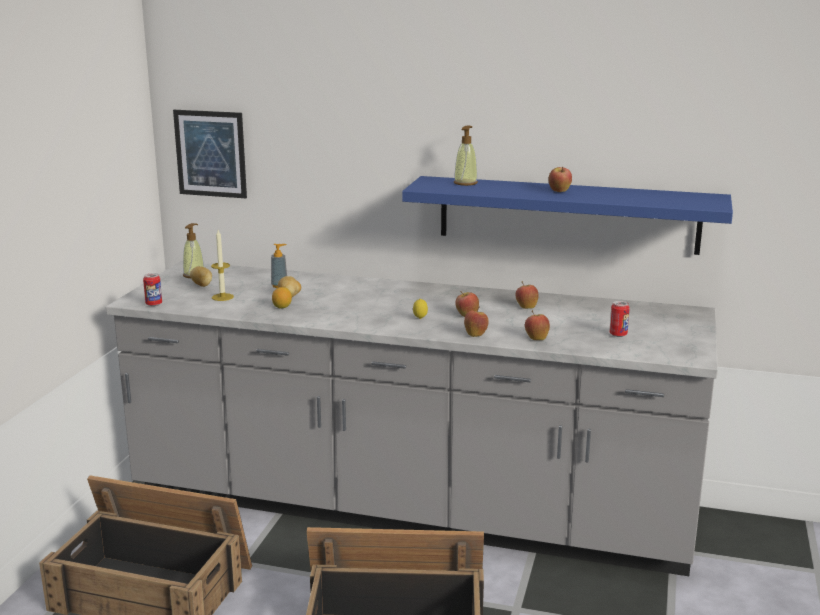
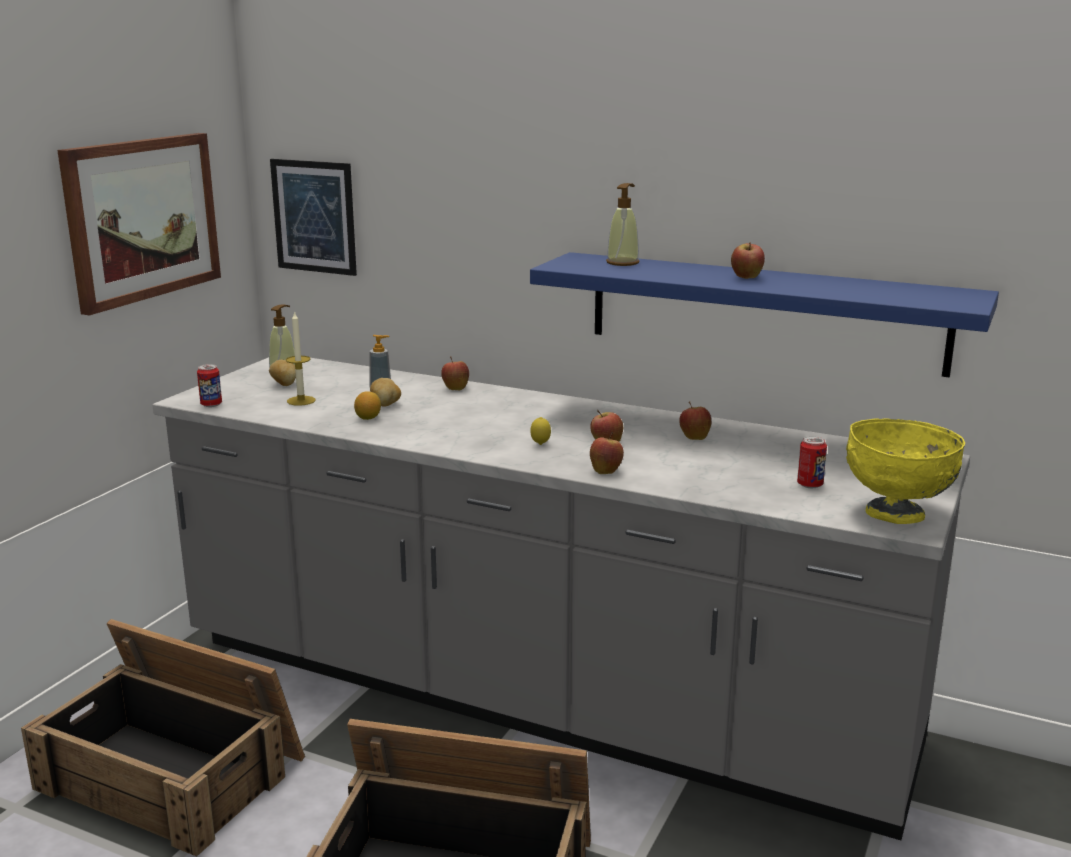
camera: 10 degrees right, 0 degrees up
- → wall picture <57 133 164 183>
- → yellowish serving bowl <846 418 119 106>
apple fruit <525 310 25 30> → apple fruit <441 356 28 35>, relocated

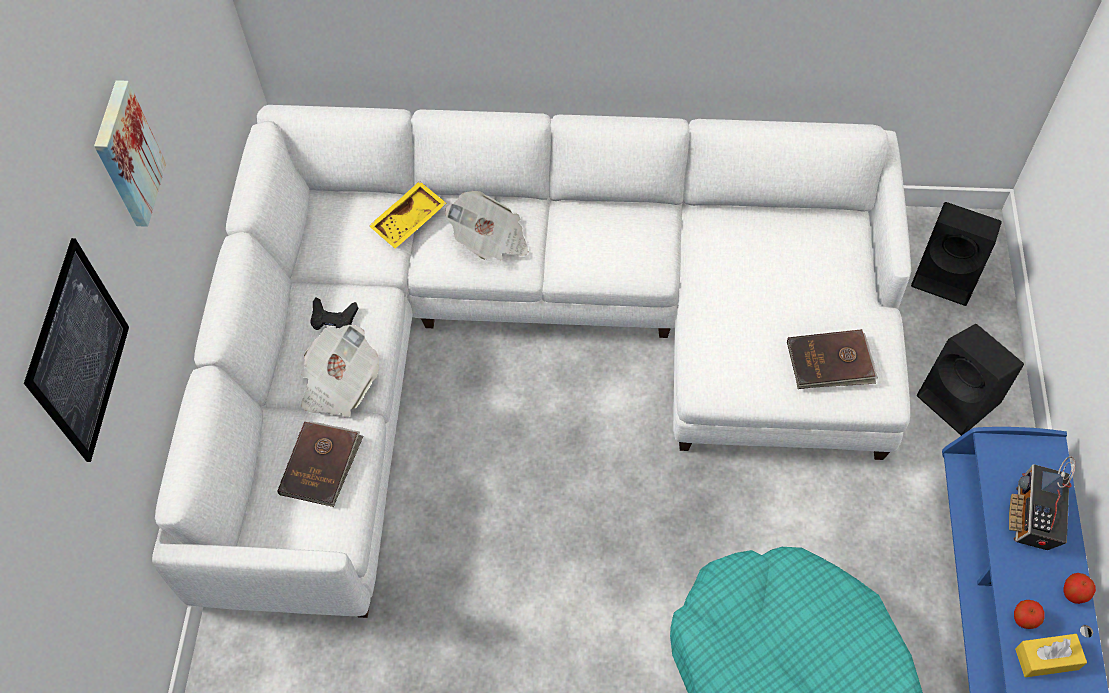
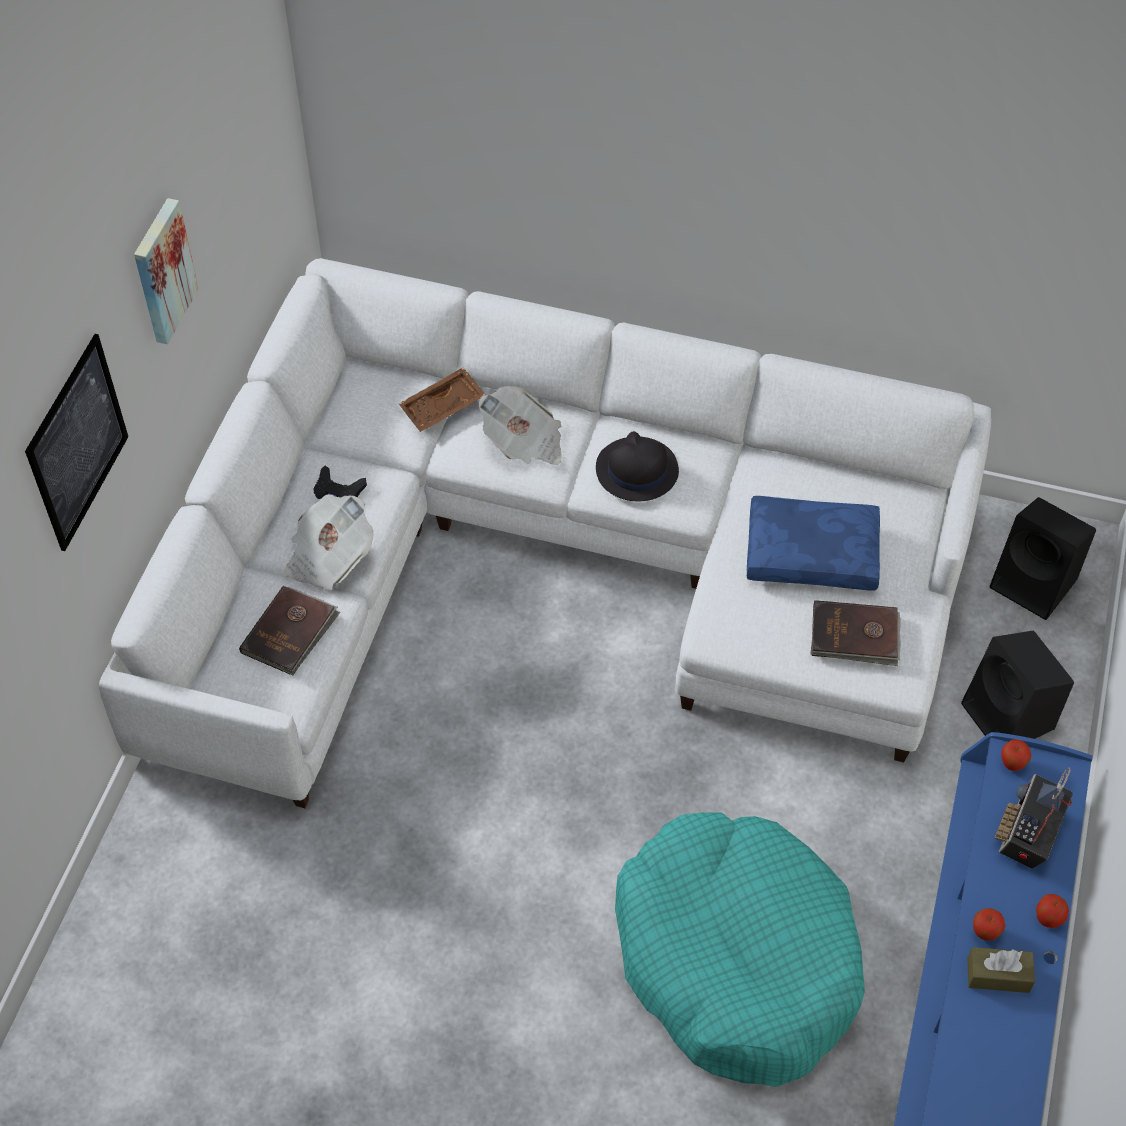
camera: 10 degrees right, 5 degrees down
- → black-coloured wearable hat <596 431 83 70>
- → blue-coloured cushion <746 496 134 94>
- → apple fruit <1001 740 30 31>
yellowish serving tray <369 181 77 67> → brown serving tray <399 367 86 65>
yellowish box of tissues <1015 634 72 43> → brown box of tissues <967 947 68 46>

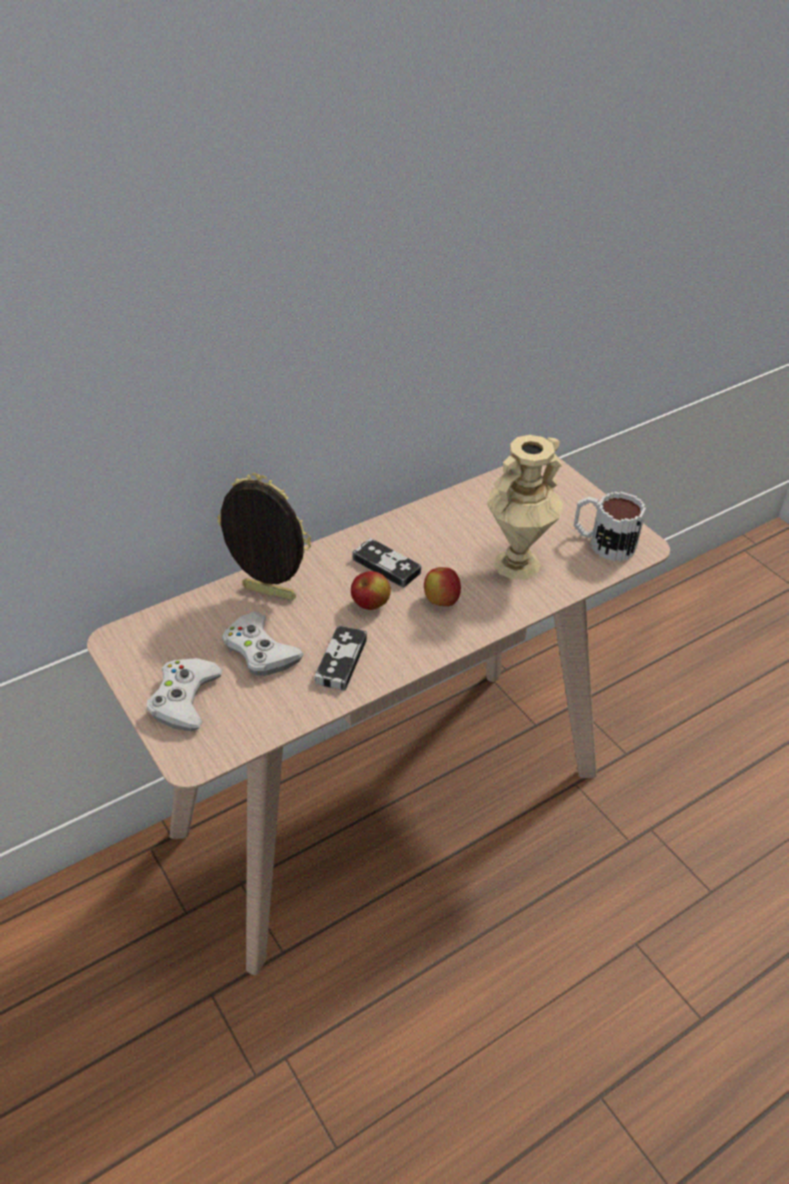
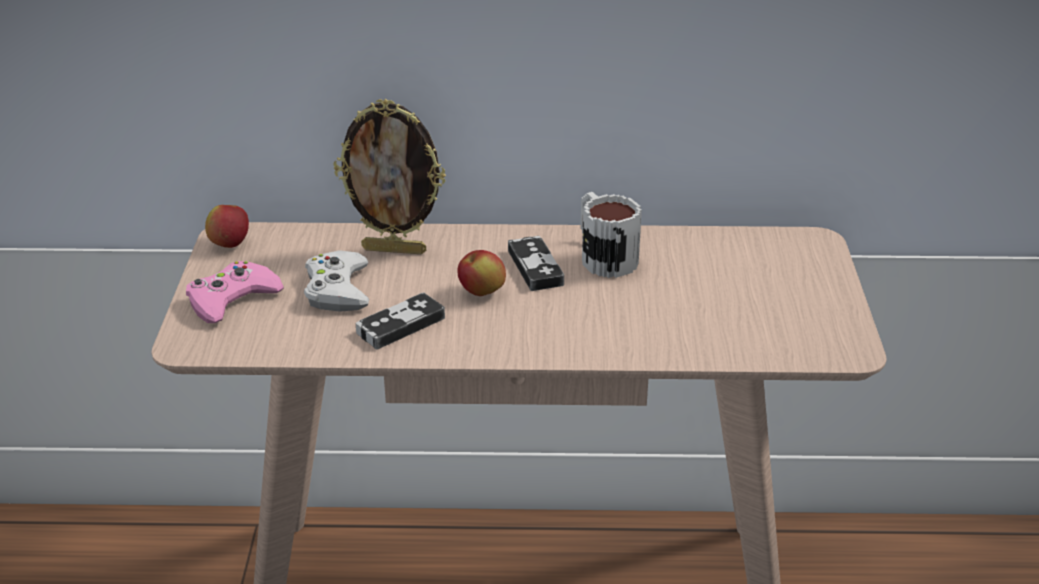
camera: 35 degrees right, 10 degrees down
sand-coloured flower vase <486 435 78 144> → -
apple fruit <424 567 37 39> → apple fruit <205 205 44 43>, relocated
mug <573 492 73 69> → mug <580 192 62 86>, relocated
white-coloured game controller <147 658 75 73> → pink game controller <186 261 98 62>
picture frame <217 473 94 127> → picture frame <333 99 113 155>, 135 degrees clockwise

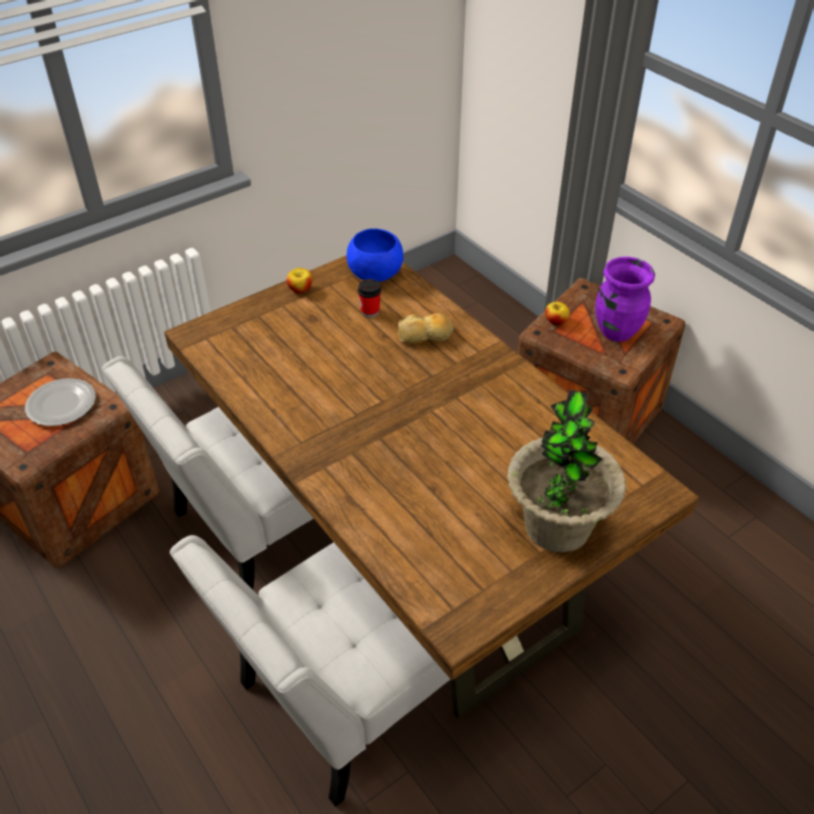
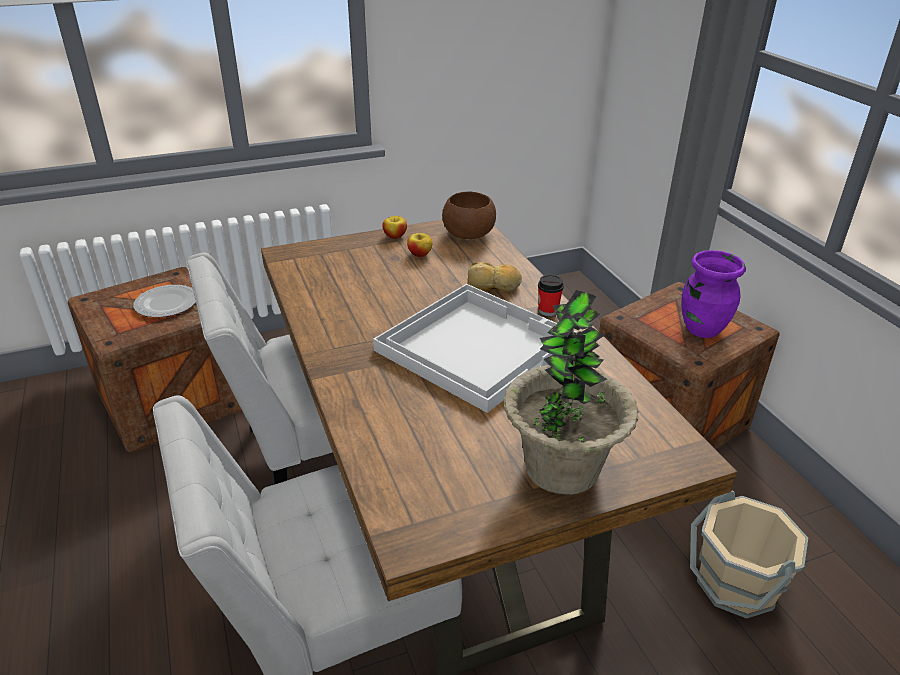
camera: 15 degrees right, 10 degrees down
- → white-coloured serving tray <373 284 204 129>
- → sand-coloured water bucket <690 490 118 129>
cup <357 279 24 39> → cup <538 275 26 41>, relocated
apple fruit <545 302 25 23> → apple fruit <407 233 25 24>, relocated
blue-coloured serving bowl <347 229 56 53> → brown serving bowl <442 192 54 47>

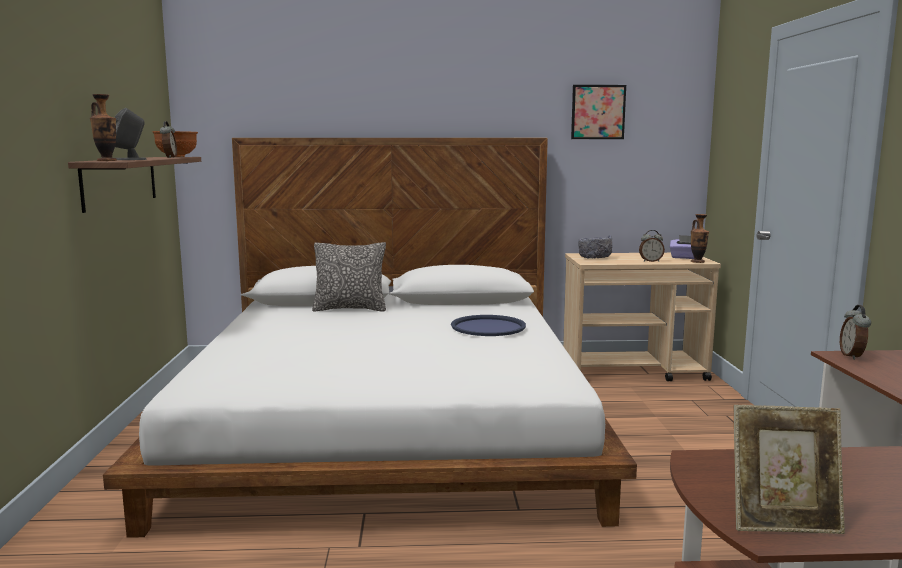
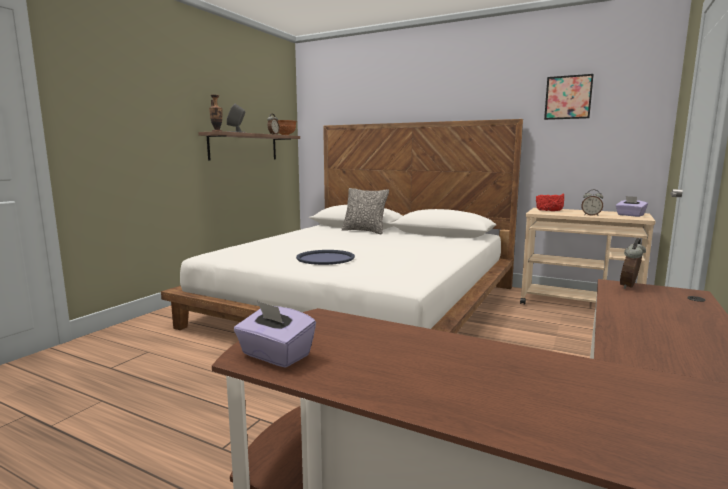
camera: 30 degrees right, 0 degrees up
flower vase <691 214 18 49> → -
blue-coloured serving tray <451 315 75 21> → blue-coloured serving tray <296 250 59 15>, relocated
picture frame <734 405 111 129> → purplish box of tissues <234 301 82 67>
greyish serving bowl <578 235 34 24> → red-coloured serving bowl <536 194 28 17>

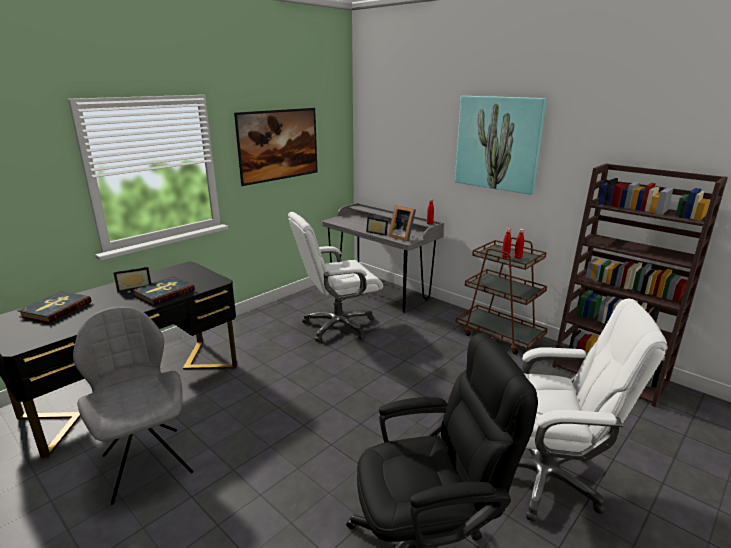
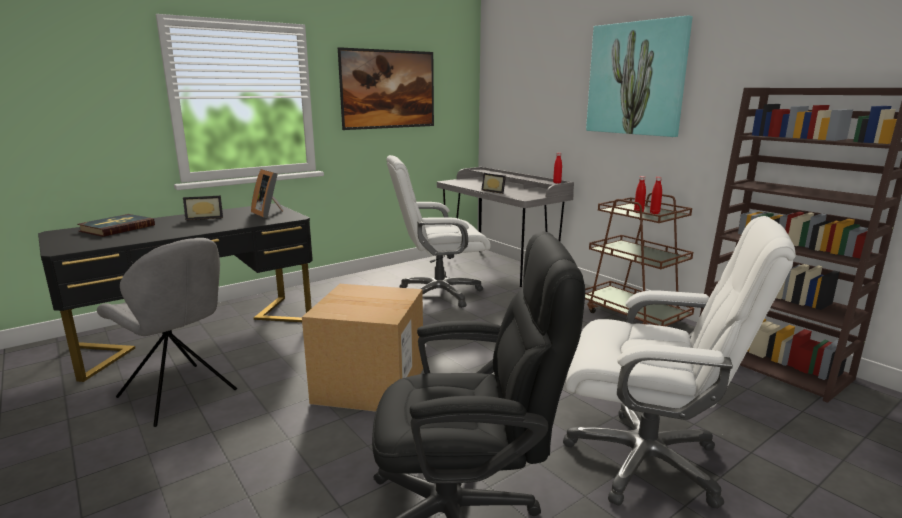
camera: 10 degrees right, 5 degrees down
book <132 276 63 30> → -
- → packing box <302 284 121 128>
picture frame <389 205 27 37> → picture frame <251 169 33 49>, relocated
greyish upright chair <73 307 120 198> → greyish upright chair <97 238 140 189>, 150 degrees clockwise

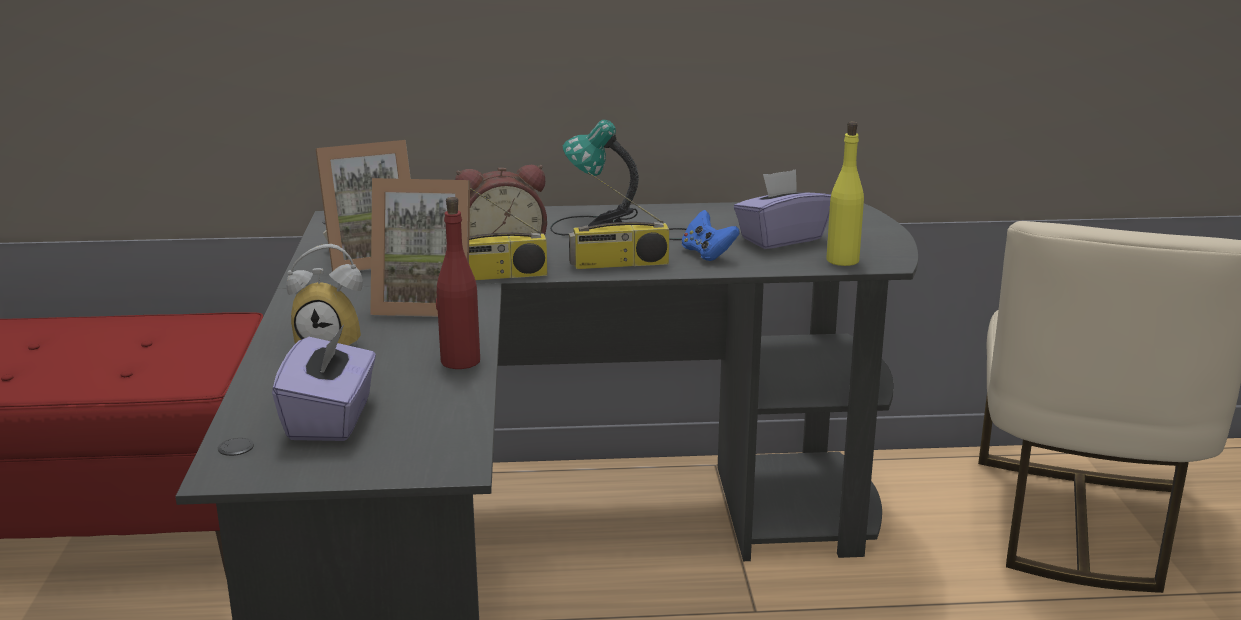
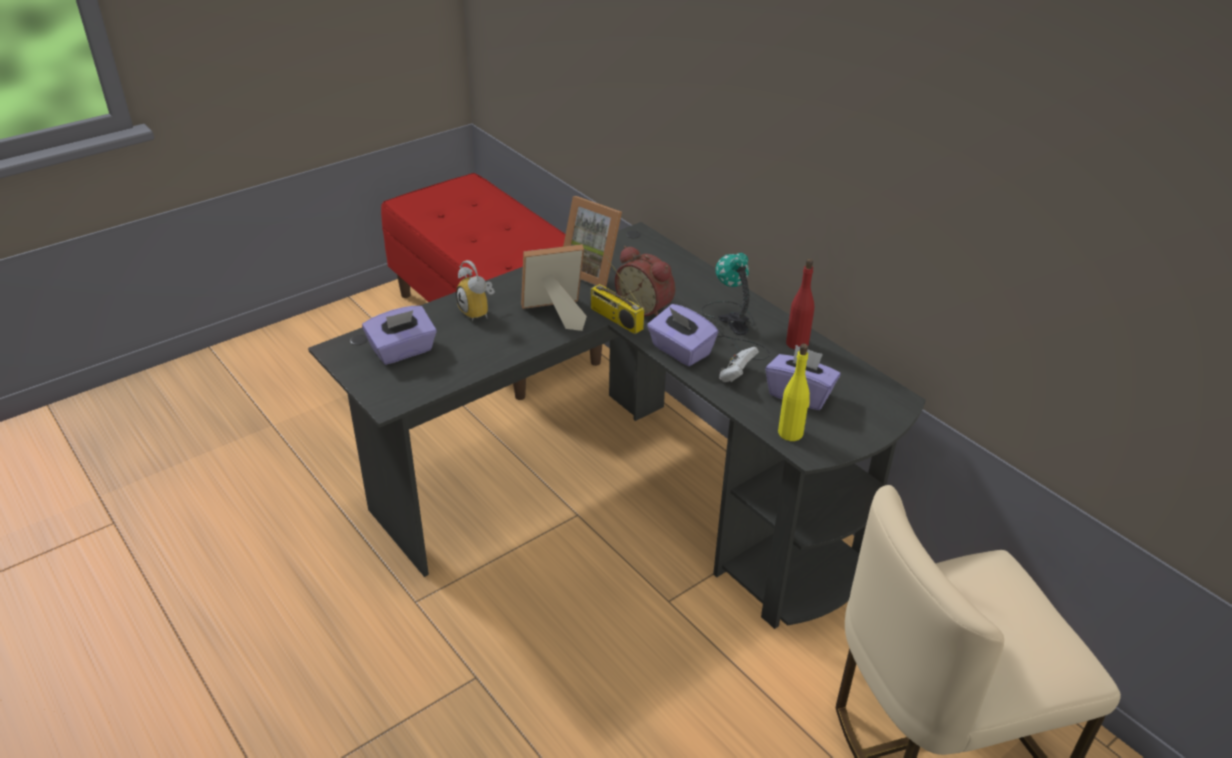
camera: 55 degrees right, 15 degrees up
red-coloured bottle <436 197 44 172> → red-coloured bottle <786 259 28 91>, relocated
radio receiver <569 172 100 97> → purplish box of tissues <647 304 71 62>
blue-coloured game controller <682 210 58 51> → white-coloured game controller <719 347 40 35>
picture frame <370 178 100 139> → picture frame <521 244 66 87>, 105 degrees clockwise

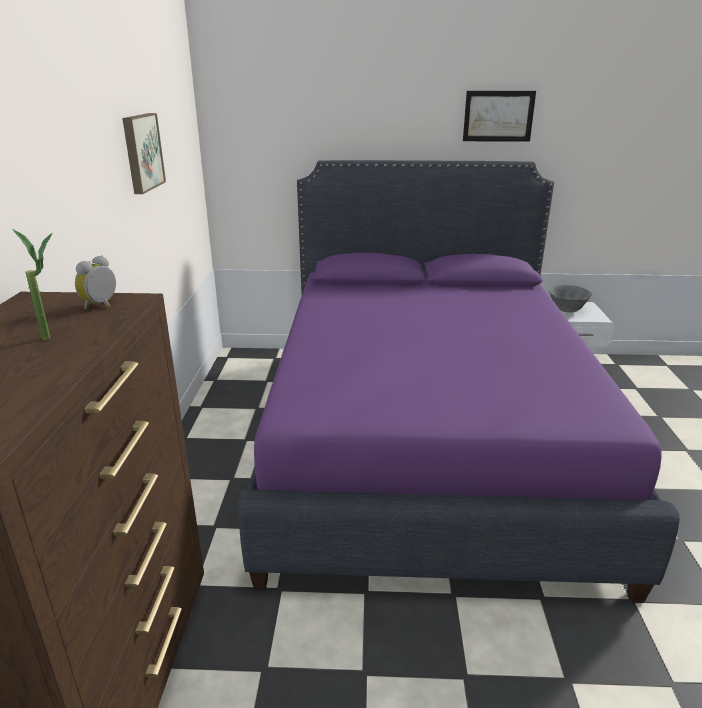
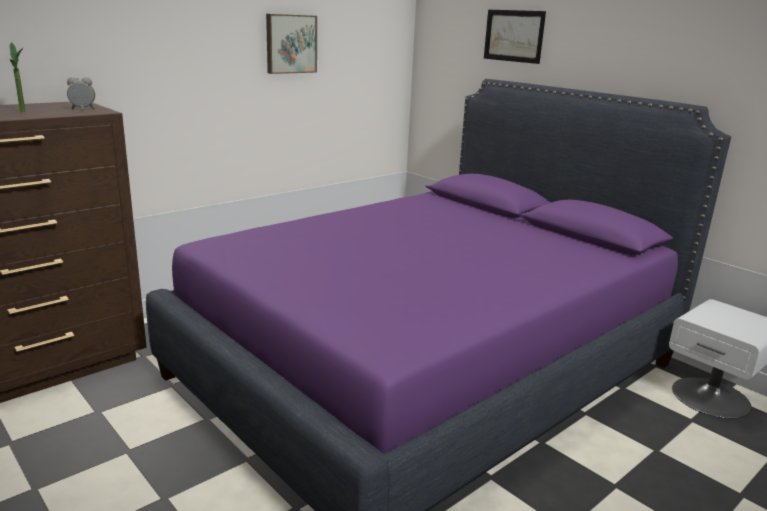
camera: 45 degrees right, 5 degrees down
greyish serving bowl <549 285 43 27> → -
wall picture <463 91 73 51> → wall picture <484 10 62 54>, relocated

